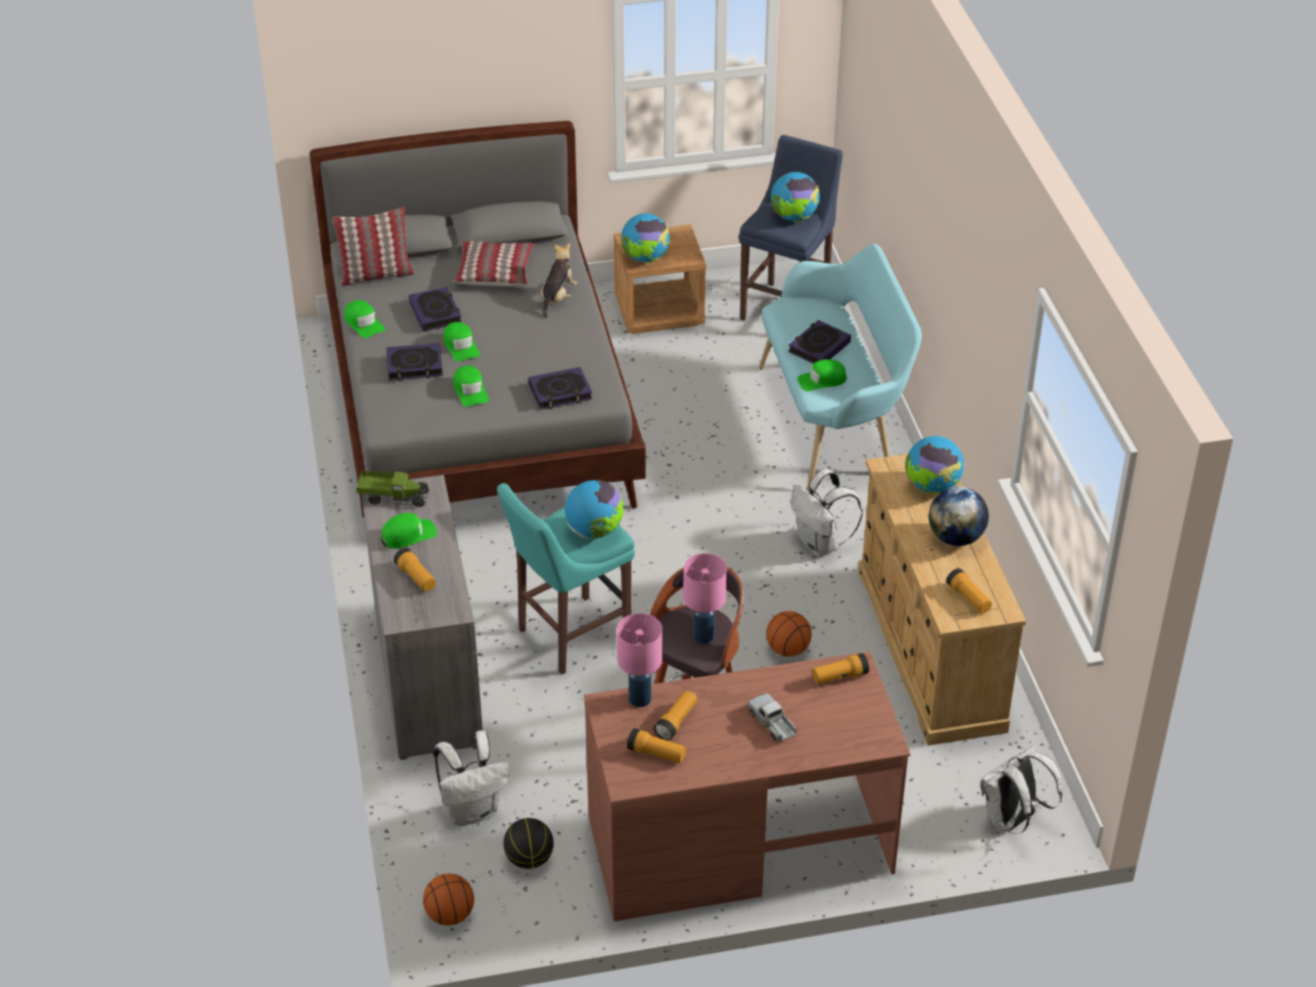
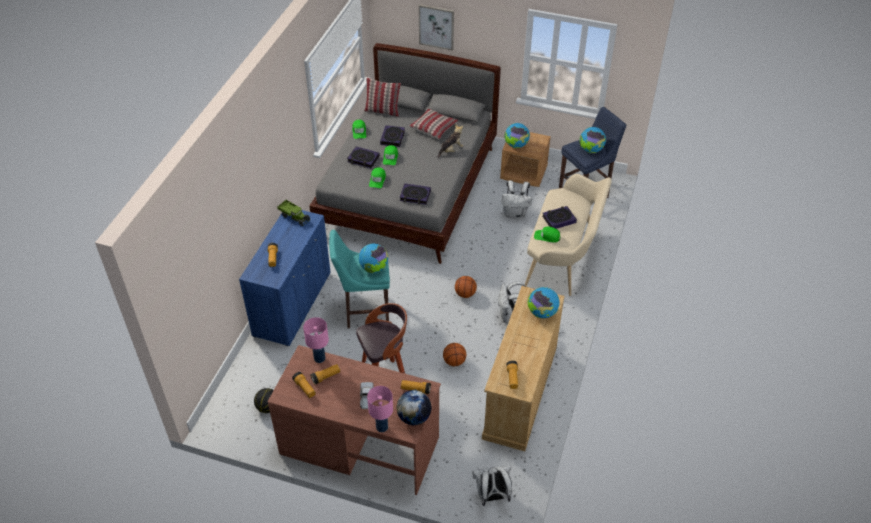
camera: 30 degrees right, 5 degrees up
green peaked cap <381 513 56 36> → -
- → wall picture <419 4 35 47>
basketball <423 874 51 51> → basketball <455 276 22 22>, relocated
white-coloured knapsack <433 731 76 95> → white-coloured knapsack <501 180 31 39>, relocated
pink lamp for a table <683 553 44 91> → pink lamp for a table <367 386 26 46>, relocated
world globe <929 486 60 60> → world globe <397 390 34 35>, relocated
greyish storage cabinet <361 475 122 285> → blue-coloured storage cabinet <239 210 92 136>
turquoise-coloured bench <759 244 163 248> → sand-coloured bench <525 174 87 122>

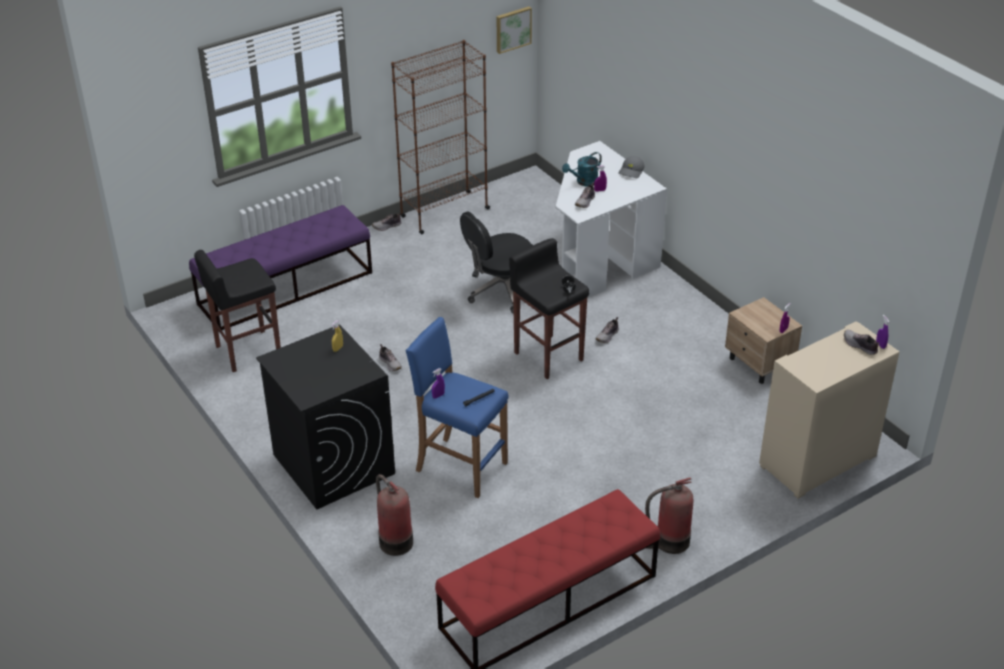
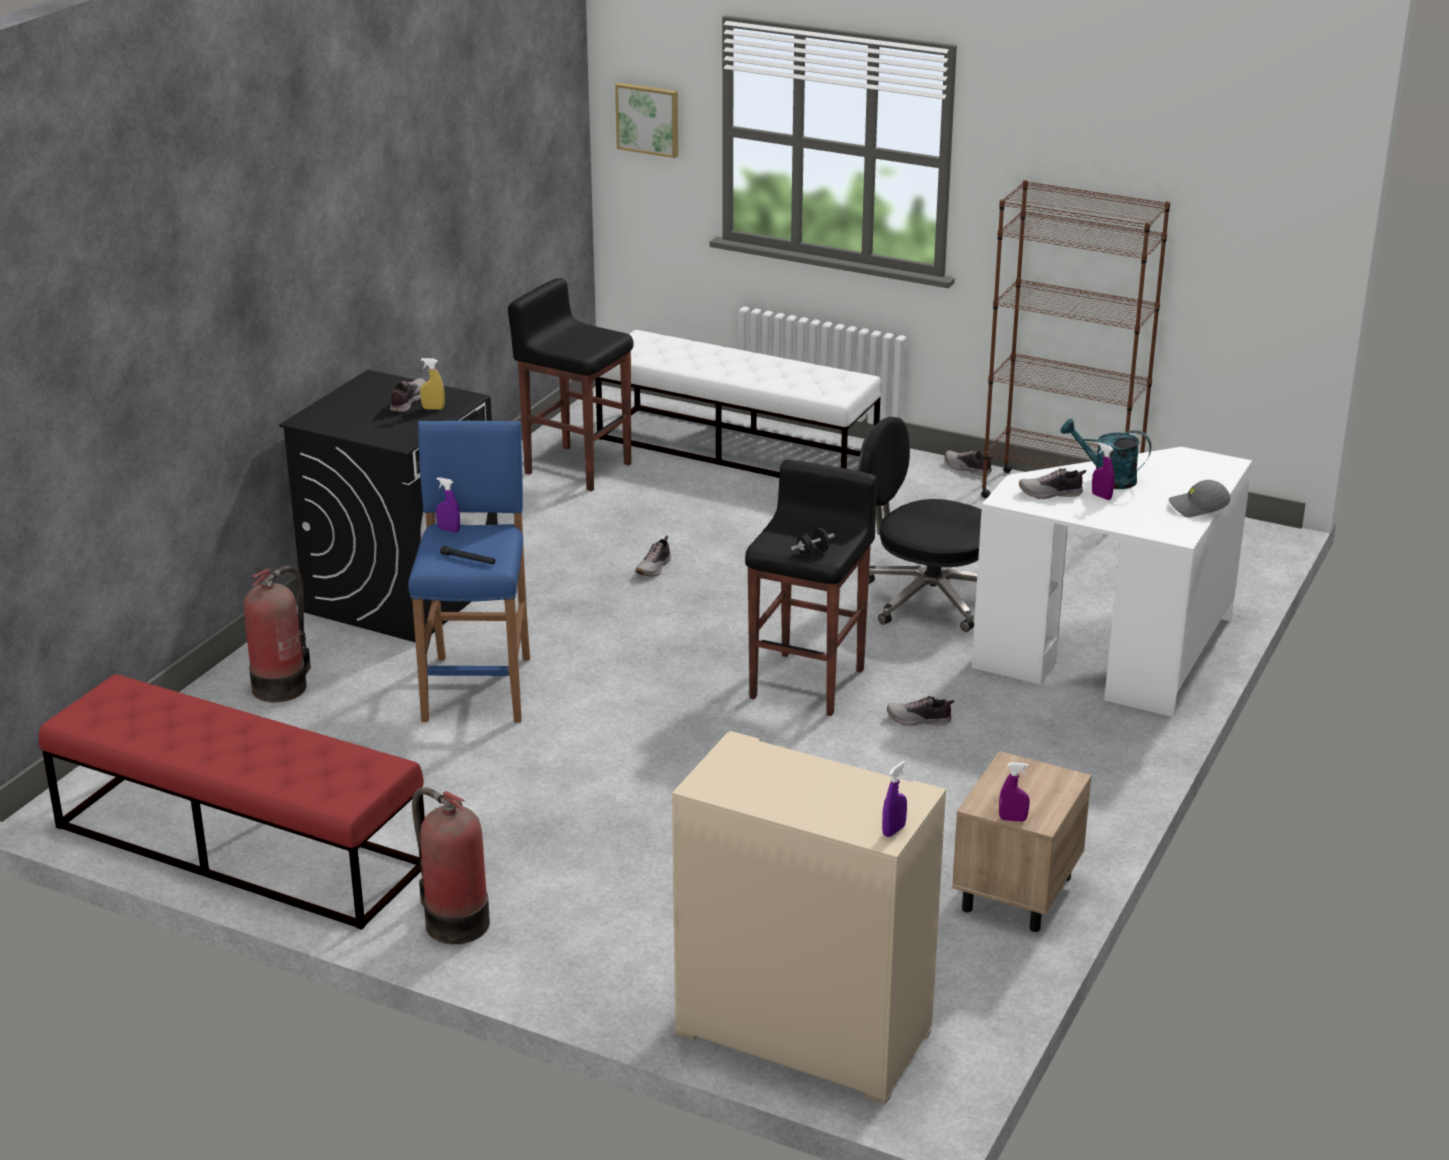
camera: 60 degrees right, 10 degrees down
wall picture <497 7 35 47> → wall picture <615 83 63 75>, relocated
item of footwear <844 330 36 25> → item of footwear <390 378 35 34>, relocated
purplish bench <189 205 183 125> → white-coloured bench <595 330 287 148>

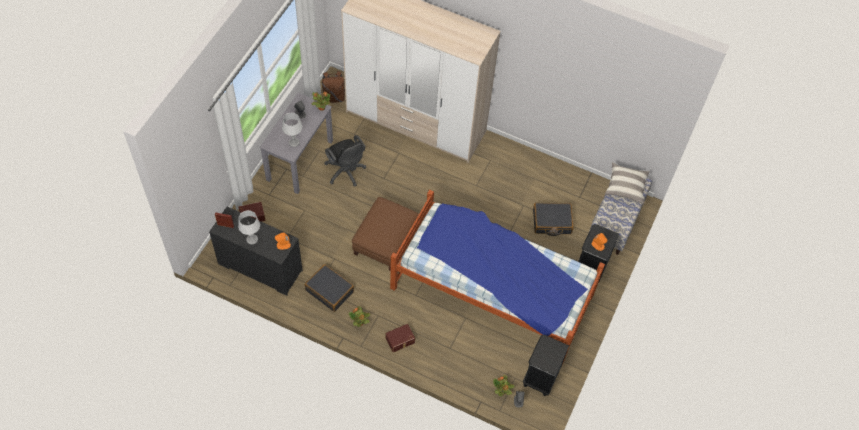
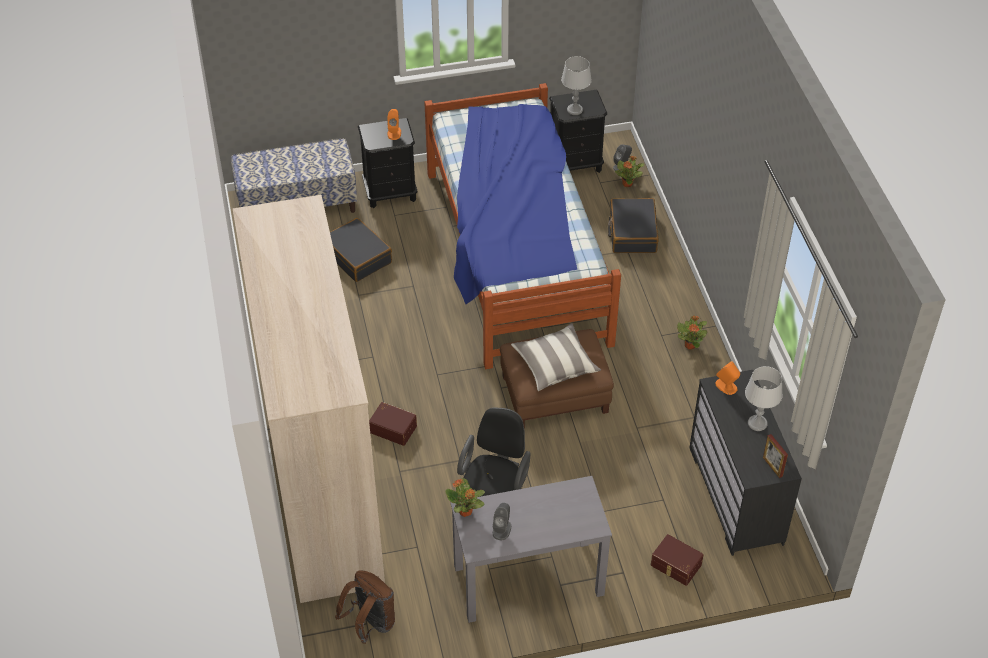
camera: 125 degrees left, 10 degrees down
greyish lamp for a table <282 113 21 34> → greyish lamp for a table <561 56 31 59>, relocated
black-coloured travel case <305 264 49 48> → black-coloured travel case <608 198 51 55>, relocated
brown storage box <386 324 29 28> → brown storage box <369 402 48 44>, relocated
cushion <605 162 45 42> → cushion <511 323 90 68>, relocated

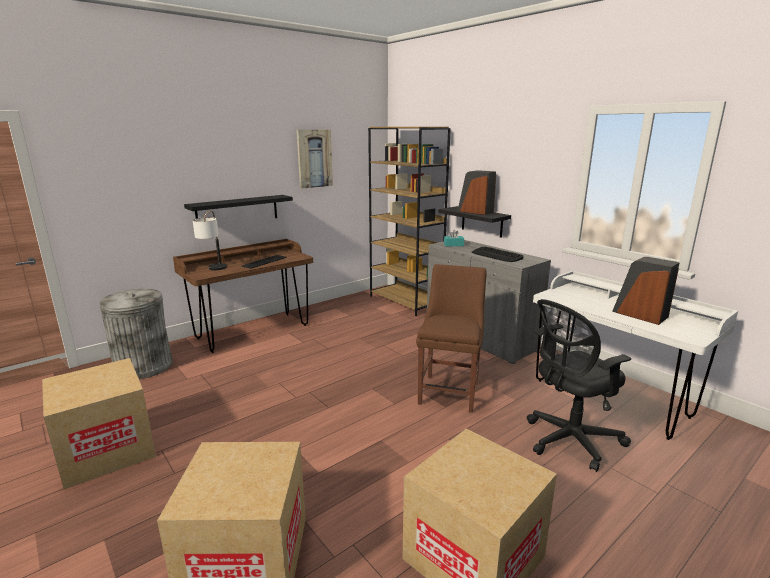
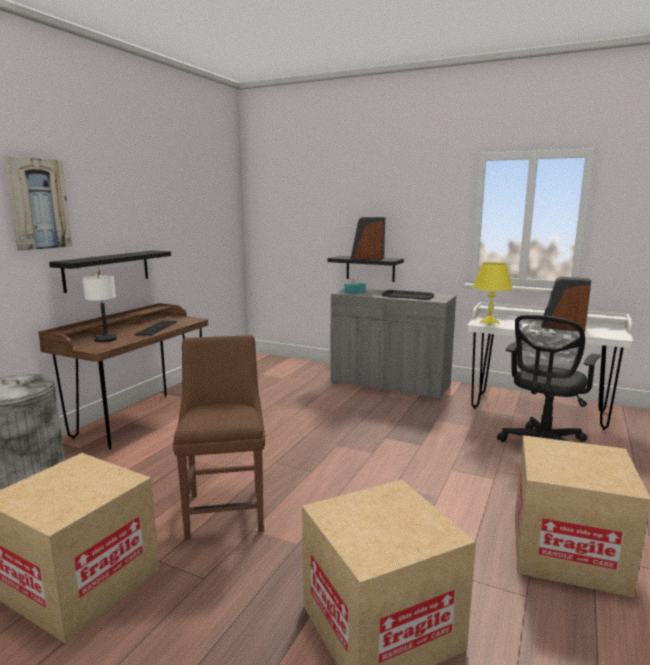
camera: 25 degrees left, 5 degrees down
brown bookcase <368 127 83 189> → -
- → yellowish lamp for a table <473 262 40 64>
wall picture <297 130 36 59> → wall picture <4 156 68 95>, relocated
brown upright chair <416 264 71 149> → brown upright chair <173 335 92 205>, relocated

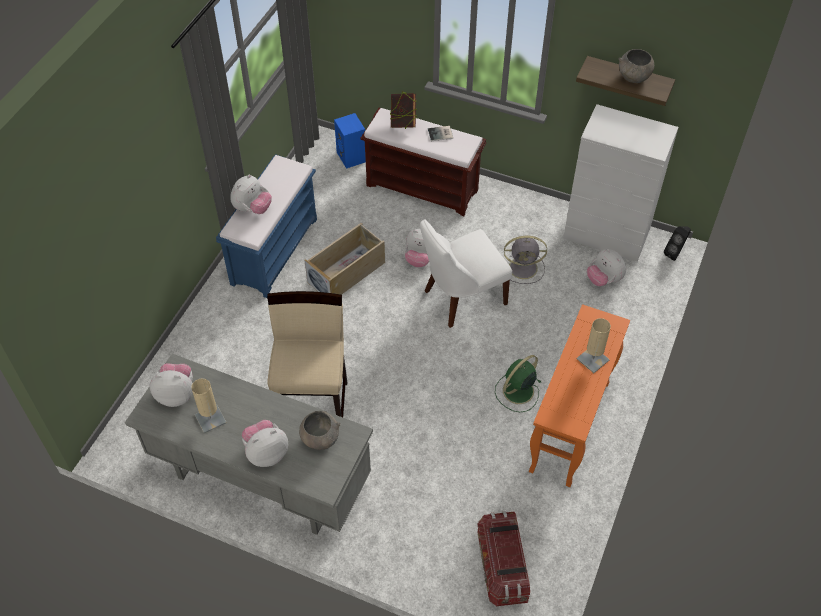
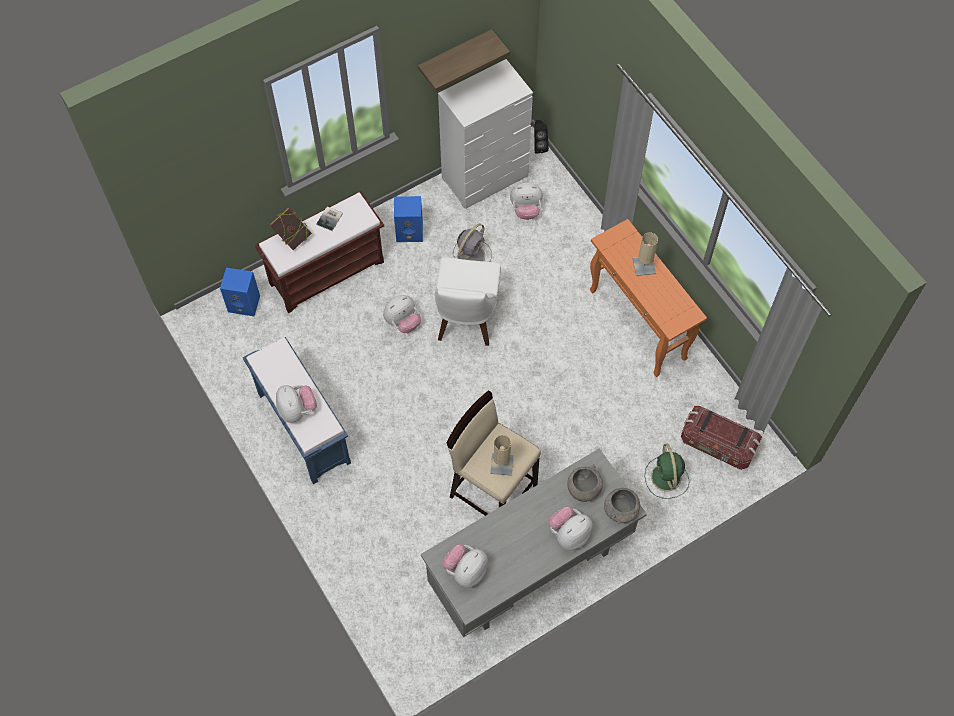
camera: 55 degrees left, 10 degrees up
sand-coloured storage box <304 223 81 72> → -
- → blue-coloured audio speaker <394 196 29 46>
sand-coloured lamp for a table <191 379 36 54> → sand-coloured lamp for a table <490 435 24 41>, relocated
green fan <495 355 46 57> → green fan <645 444 44 55>, relocated
greyish serving bowl <618 49 36 34> → greyish serving bowl <604 488 36 36>, relocated
cuddly toy <242 420 46 47> → cuddly toy <548 506 45 44>, 45 degrees clockwise

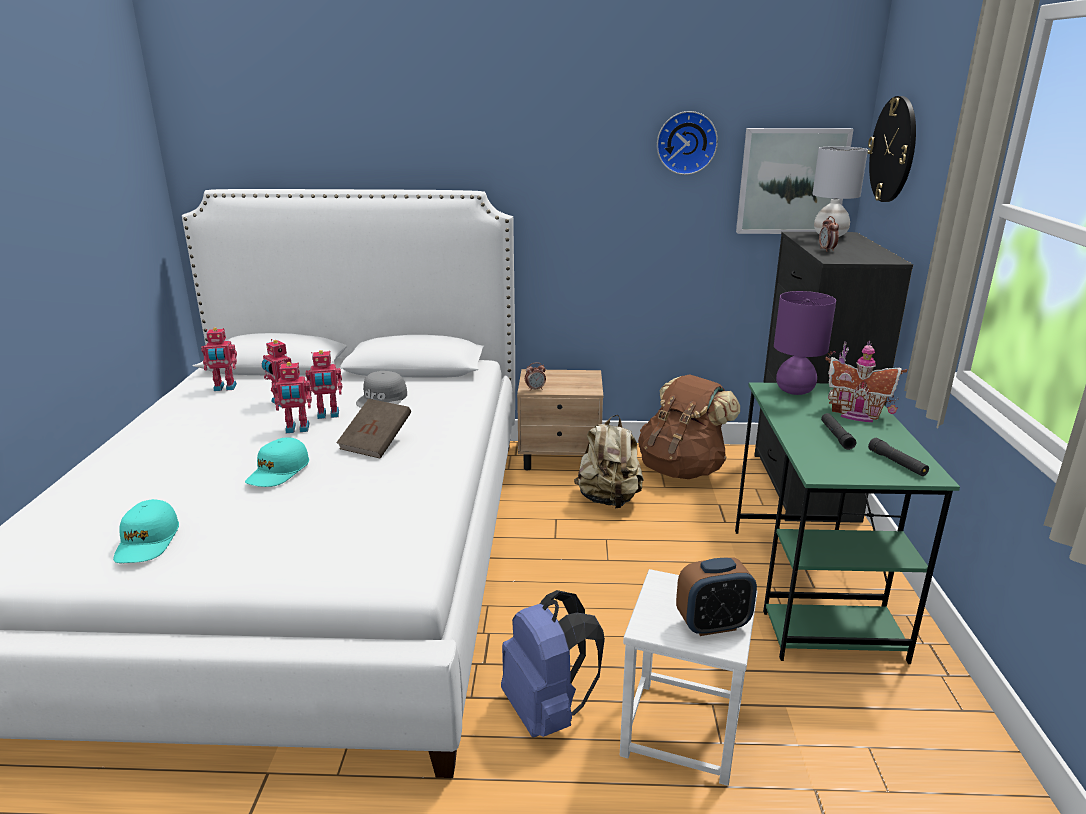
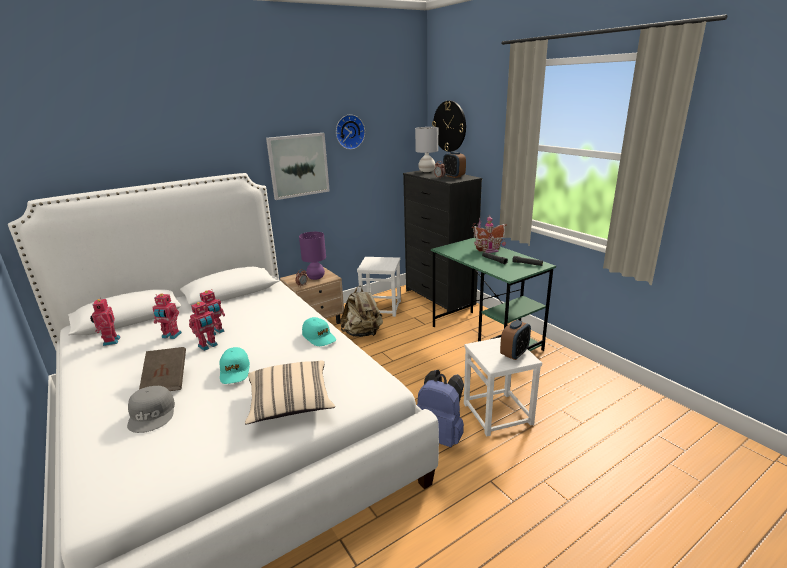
camera: 35 degrees left, 0 degrees up
- → sand-coloured cushion <245 361 90 64>
- → bedside clock <443 151 23 27>
turquoise-coloured peaked cap <113 499 66 64> → turquoise-coloured peaked cap <302 317 34 29>, relocated
brown book <336 399 75 60> → brown book <139 347 47 44>, relocated
greyish peaked cap <356 371 51 37> → greyish peaked cap <127 386 48 47>, relocated
wall picture <736 128 118 106> → wall picture <266 133 64 67>, relocated
purplish lamp for a table <774 291 62 104> → purplish lamp for a table <299 232 27 48>, relocated
brown knapsack <638 374 102 105> → white-coloured sitting stool <357 257 44 60>
robot figure <201 327 36 64> → robot figure <90 297 30 49>, 120 degrees clockwise

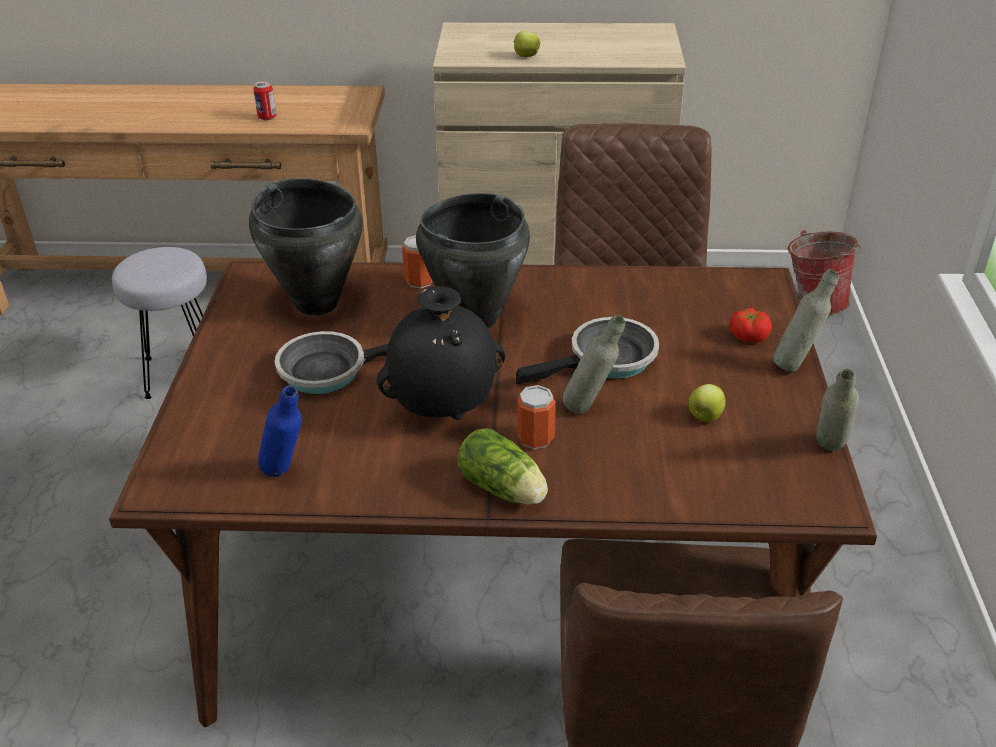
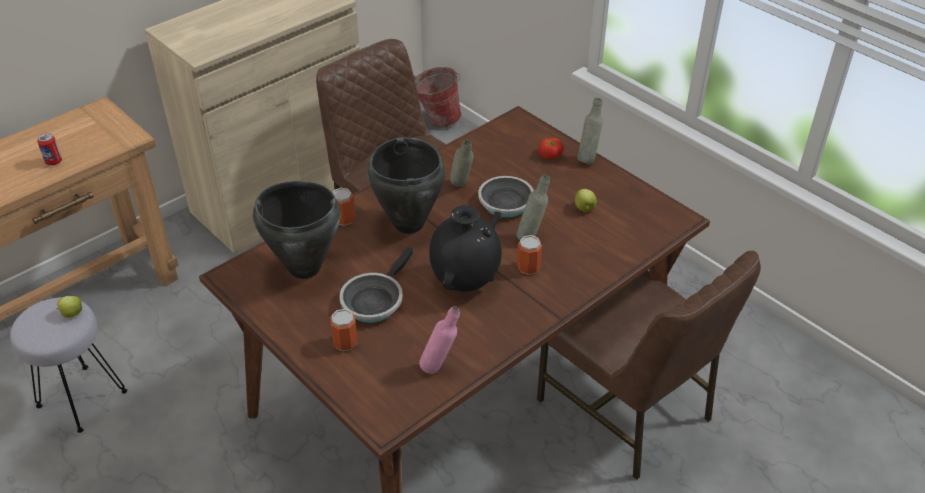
camera: 45 degrees left, 5 degrees up
head of lettuce <457 428 91 77> → -
- → sealed can <330 309 28 42>
apple fruit <513 31 27 26> → apple fruit <56 296 26 22>, relocated
greyish bottle <816 369 43 82> → greyish bottle <450 139 24 48>, relocated
blue-coloured bottle <258 385 44 92> → pink bottle <419 306 41 68>

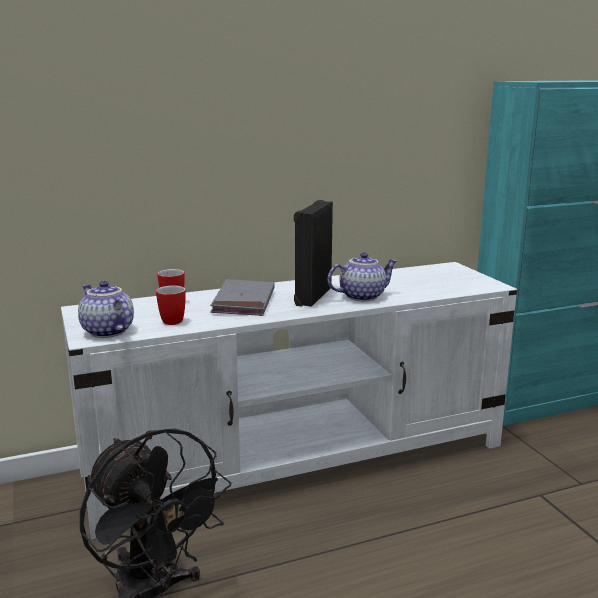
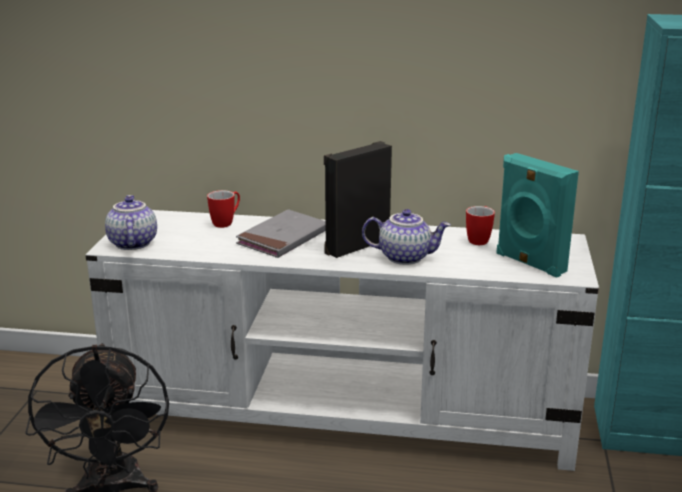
camera: 30 degrees right, 5 degrees up
- → turquoise-coloured audio speaker <496 153 83 125>
mug <156 285 30 40> → mug <466 206 29 39>, relocated

